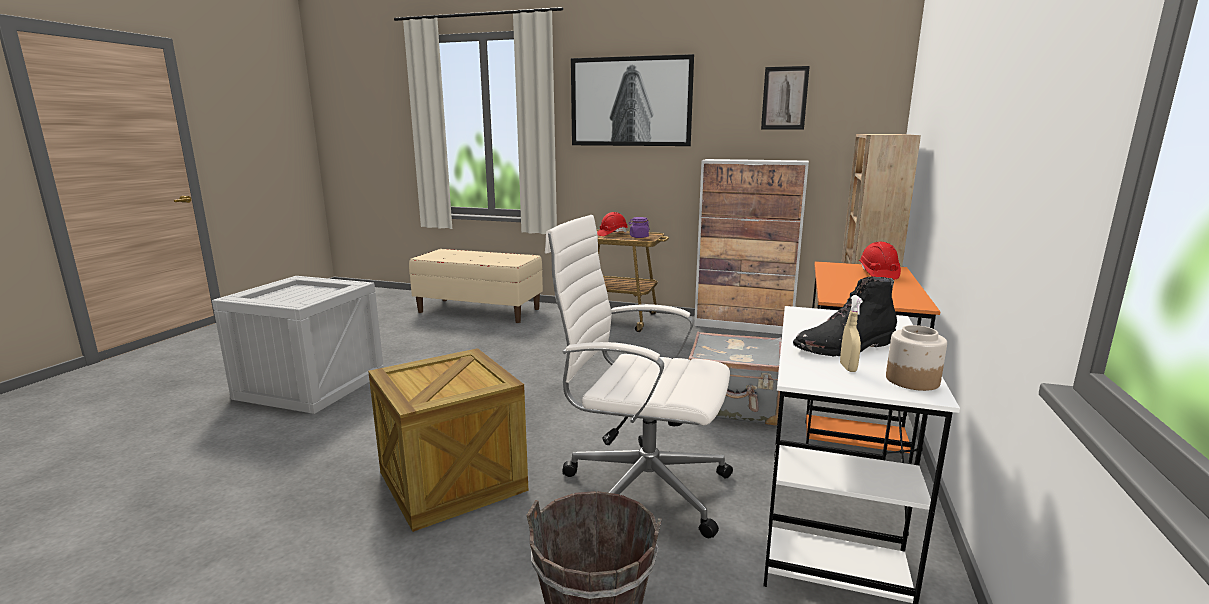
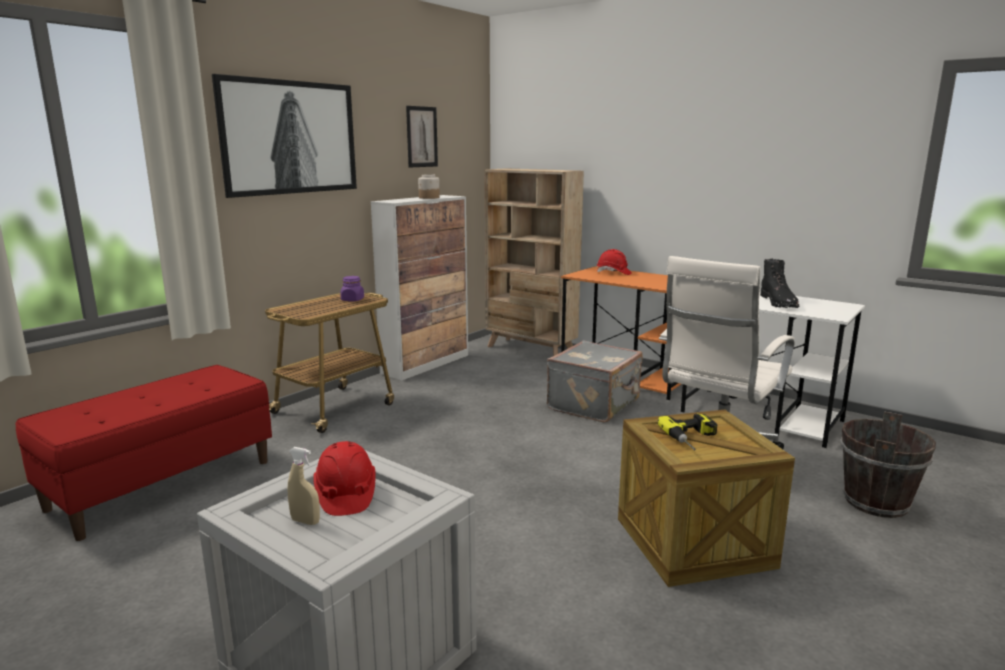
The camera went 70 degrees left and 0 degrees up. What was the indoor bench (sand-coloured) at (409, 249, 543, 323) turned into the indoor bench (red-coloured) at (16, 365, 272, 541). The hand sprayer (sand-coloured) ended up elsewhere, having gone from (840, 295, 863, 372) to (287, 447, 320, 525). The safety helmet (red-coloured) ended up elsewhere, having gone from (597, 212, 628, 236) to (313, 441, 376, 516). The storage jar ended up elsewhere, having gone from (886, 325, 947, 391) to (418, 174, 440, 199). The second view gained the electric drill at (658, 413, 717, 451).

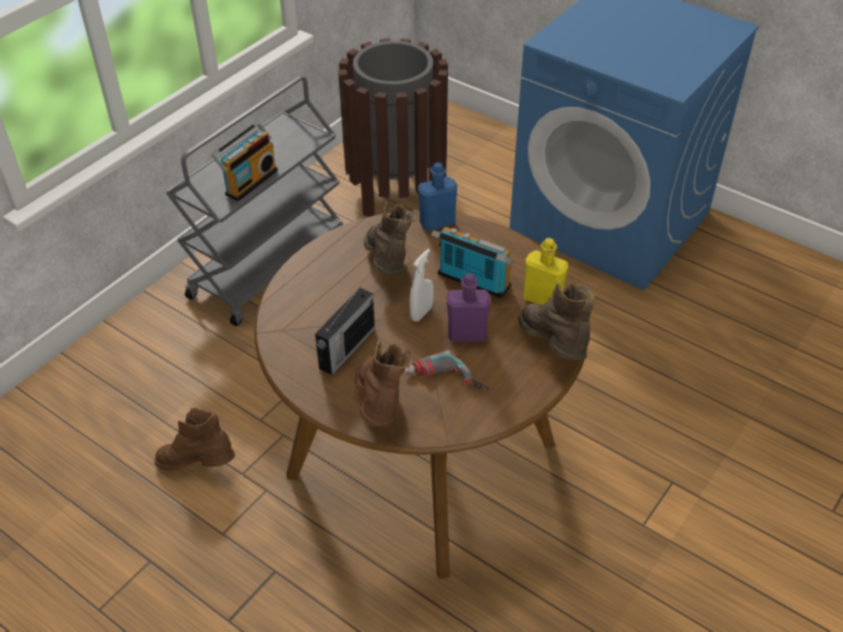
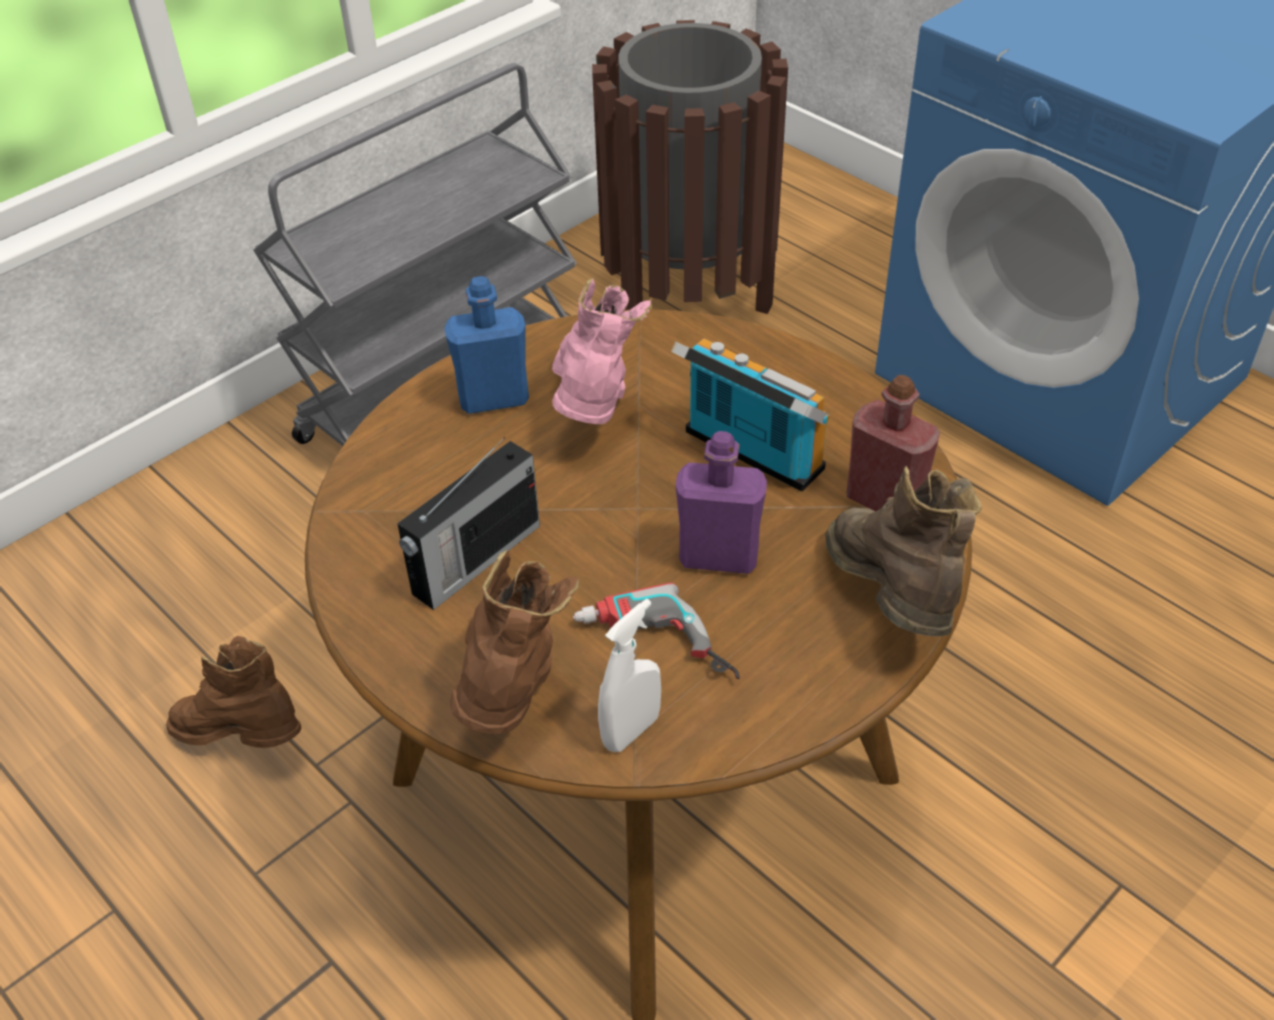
The camera went 10 degrees right and 0 degrees up. The bottle (blue-coloured) ended up elsewhere, having gone from (418, 162, 457, 231) to (444, 276, 529, 414). What was the high-top boot (brown-coloured) at (364, 202, 418, 275) turned into the high-top boot (pink-coloured) at (552, 278, 652, 424). The hand sprayer (white-coloured) ended up elsewhere, having gone from (409, 249, 434, 322) to (598, 599, 661, 752). What was the bottle (yellow-coloured) at (523, 238, 568, 305) turned into the bottle (red-coloured) at (847, 375, 940, 511). The second view lost the radio at (212, 121, 278, 201).

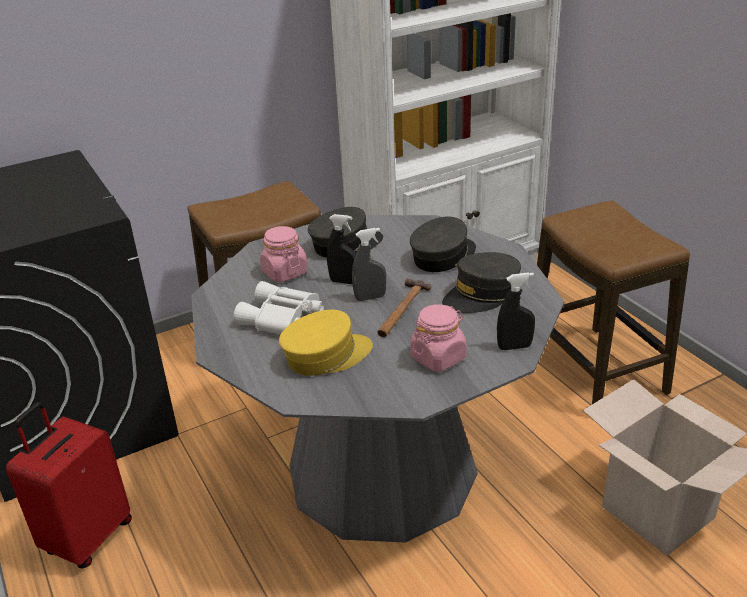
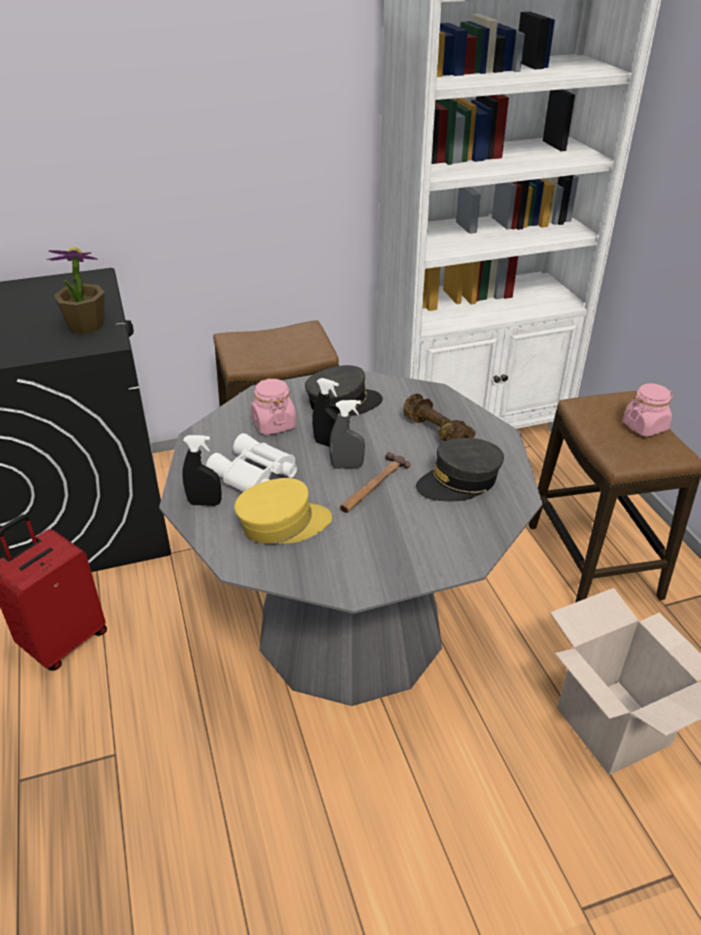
The camera went 10 degrees right and 5 degrees up. The second view gained the potted plant at (46, 247, 105, 334). The hand sprayer (black) ended up elsewhere, having gone from (497, 272, 535, 350) to (182, 435, 222, 506). Where the peaked cap (grey) stood at (410, 216, 476, 272), the dumbbell (brown-coloured) came to stand at (403, 394, 476, 441). The storage jar (pink-coloured) ended up elsewhere, having gone from (410, 304, 466, 372) to (623, 384, 673, 437).

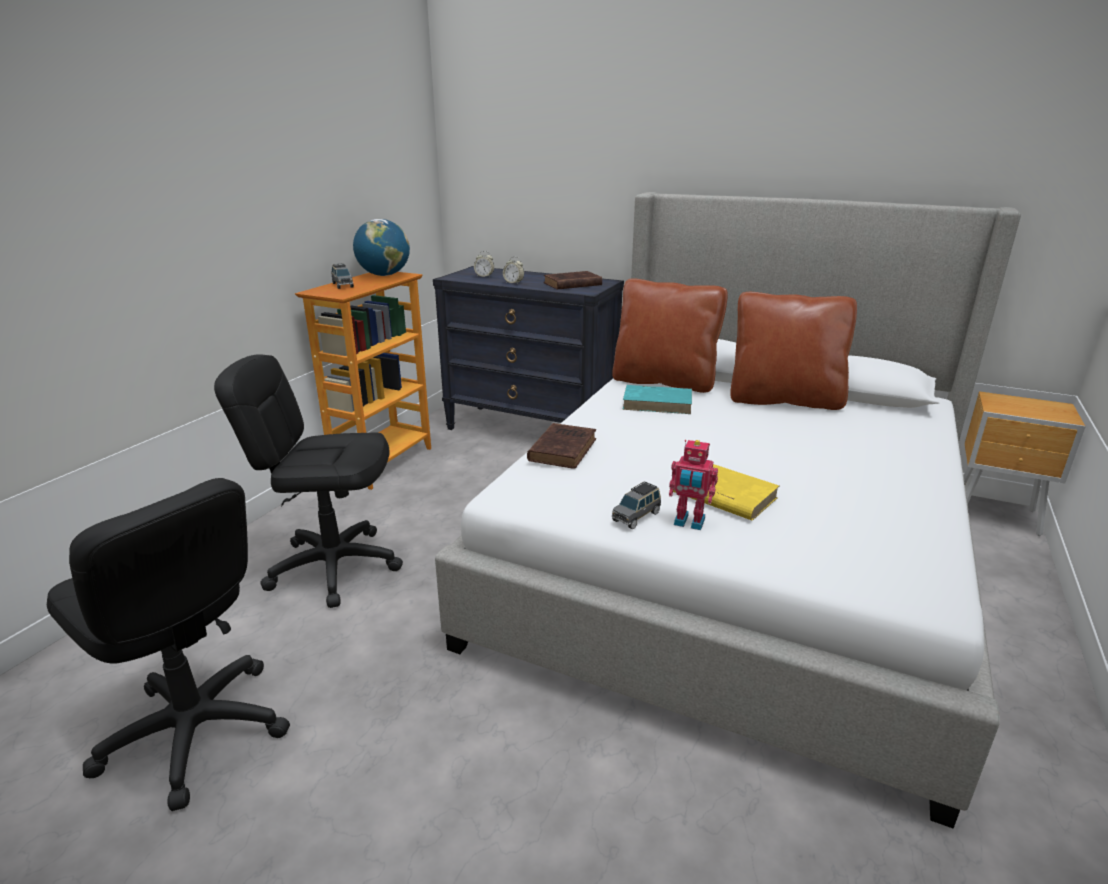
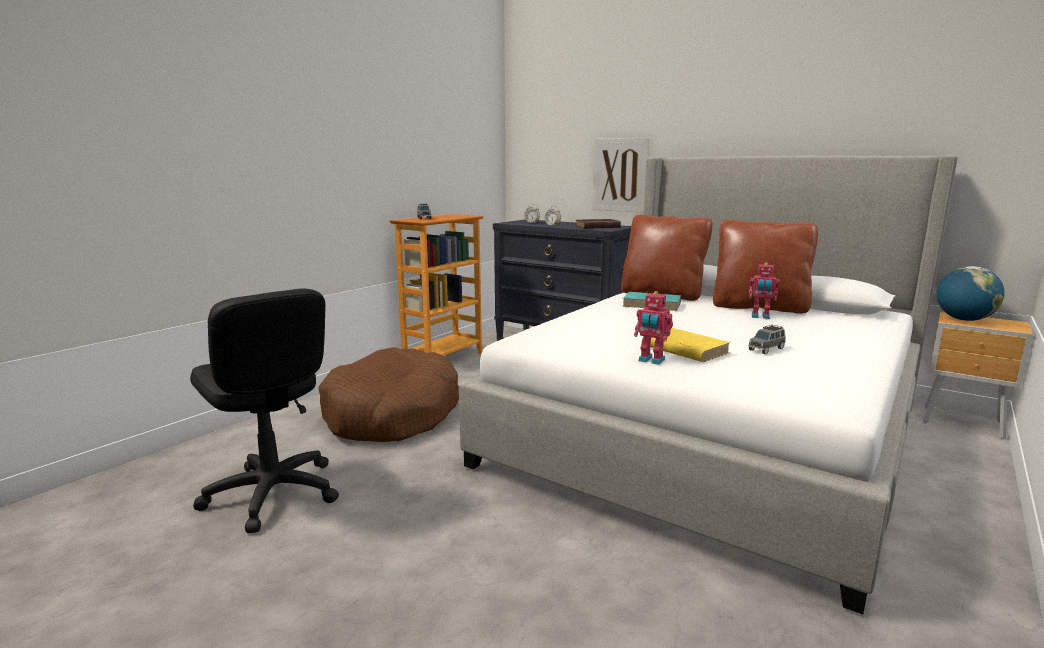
The camera went 10 degrees right and 10 degrees down. Where the office chair (black) stood at (214, 354, 403, 608), the dog bed (brown-coloured) came to stand at (318, 347, 459, 442). The second view gained the wall picture at (592, 138, 650, 213). The model car (grey) ended up elsewhere, having gone from (612, 481, 661, 529) to (748, 325, 785, 354). The second view gained the model robot at (749, 263, 779, 319). The world globe ended up elsewhere, having gone from (353, 219, 410, 276) to (936, 266, 1005, 321). The second view lost the bound book (brown-coloured) at (527, 423, 596, 469).

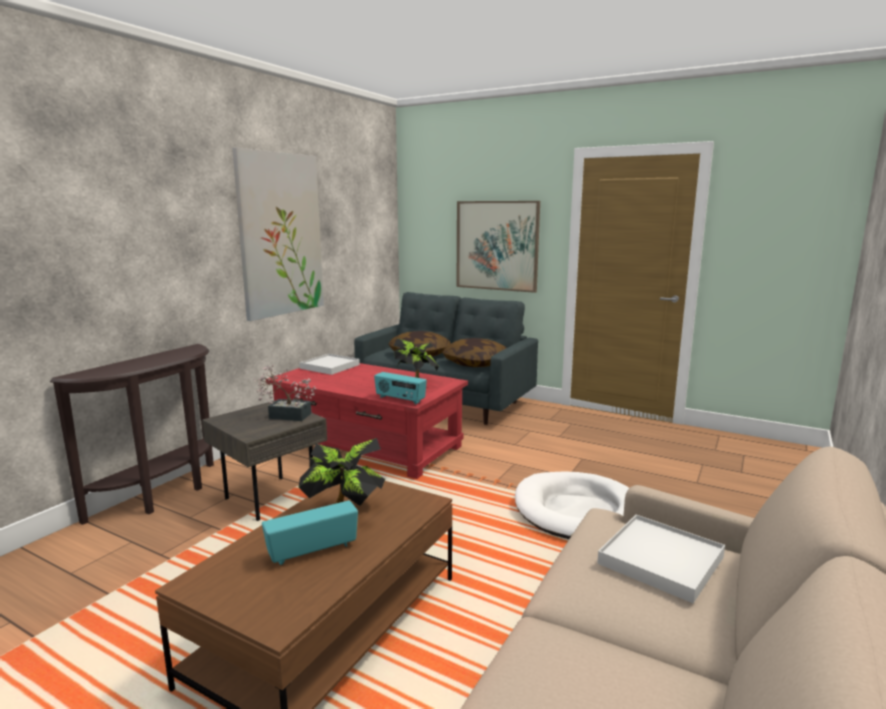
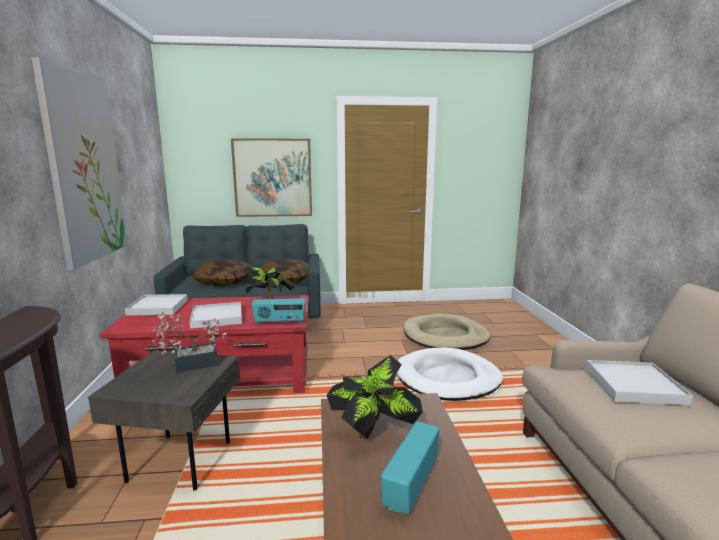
The camera went 35 degrees left and 0 degrees up. The second view gained the serving tray (white-coloured) at (189, 302, 242, 329). The second view gained the dog bed (sand-coloured) at (403, 314, 490, 350).

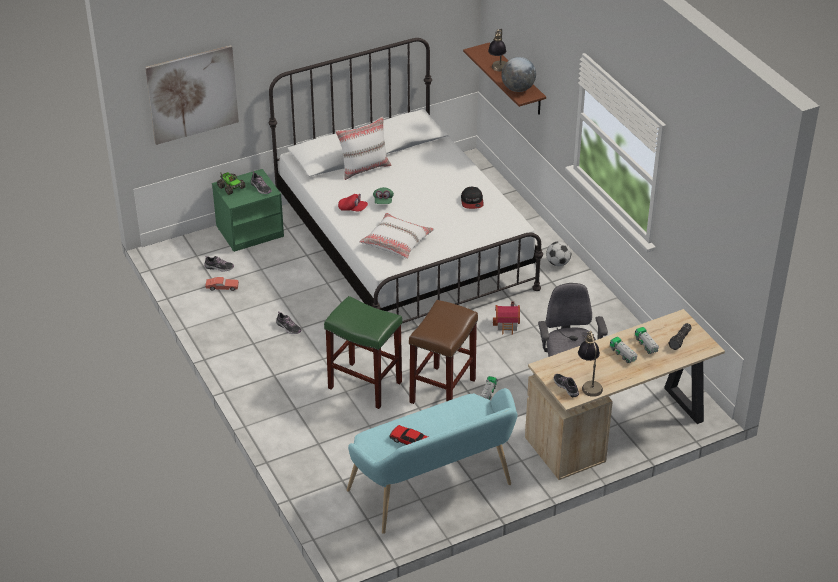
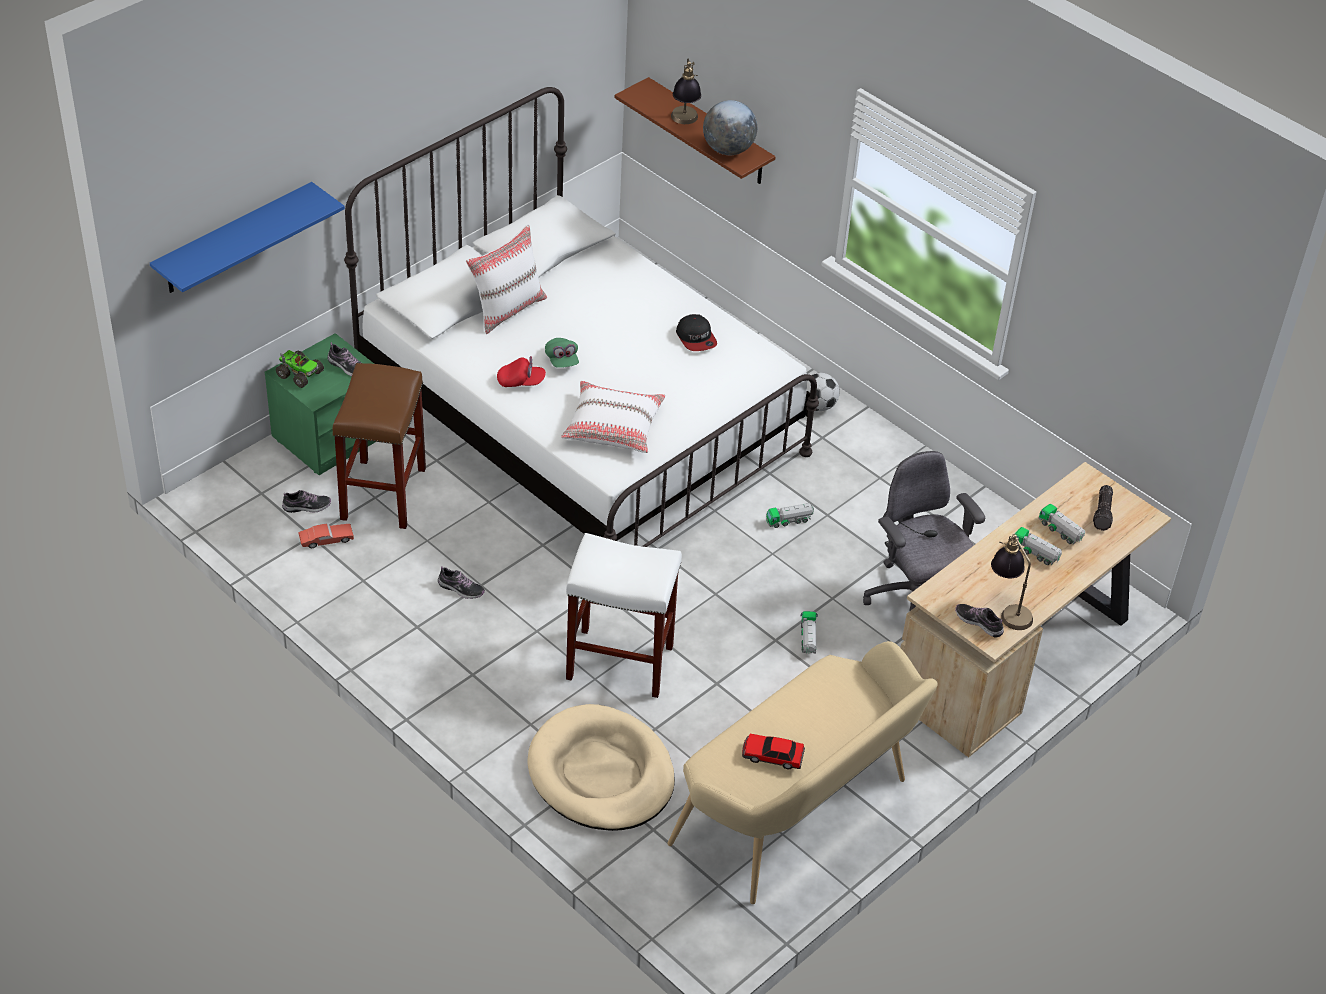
The camera went 20 degrees left and 5 degrees up. Where the wall picture hung at (145, 45, 239, 145), the shelf (blue-coloured) came to hang at (150, 182, 345, 293). The sitting stool (brown-coloured) ended up elsewhere, having gone from (409, 300, 478, 404) to (332, 363, 426, 529). The second view gained the dog bed (sand-coloured) at (527, 704, 675, 831). What was the sitting stool (greenish) at (324, 296, 402, 409) turned into the sitting stool (white-coloured) at (566, 533, 682, 698). What was the indoor bench (turquoise-coloured) at (347, 388, 518, 534) turned into the indoor bench (sand-coloured) at (667, 641, 938, 904). Where the toy house stood at (493, 301, 520, 335), the model truck came to stand at (766, 503, 814, 528).

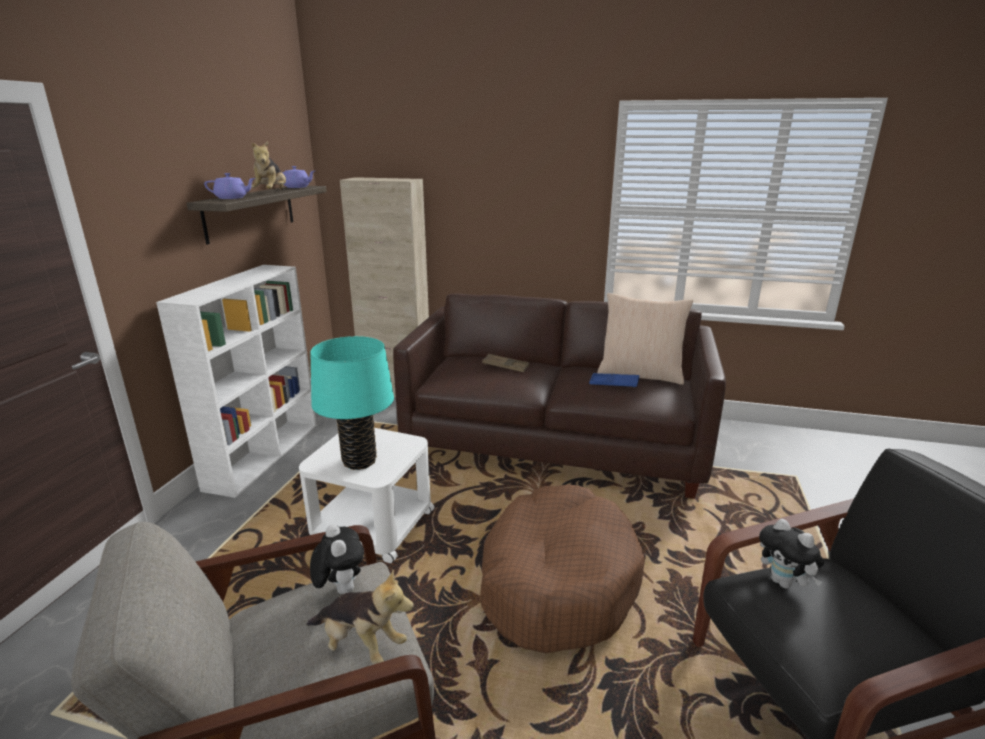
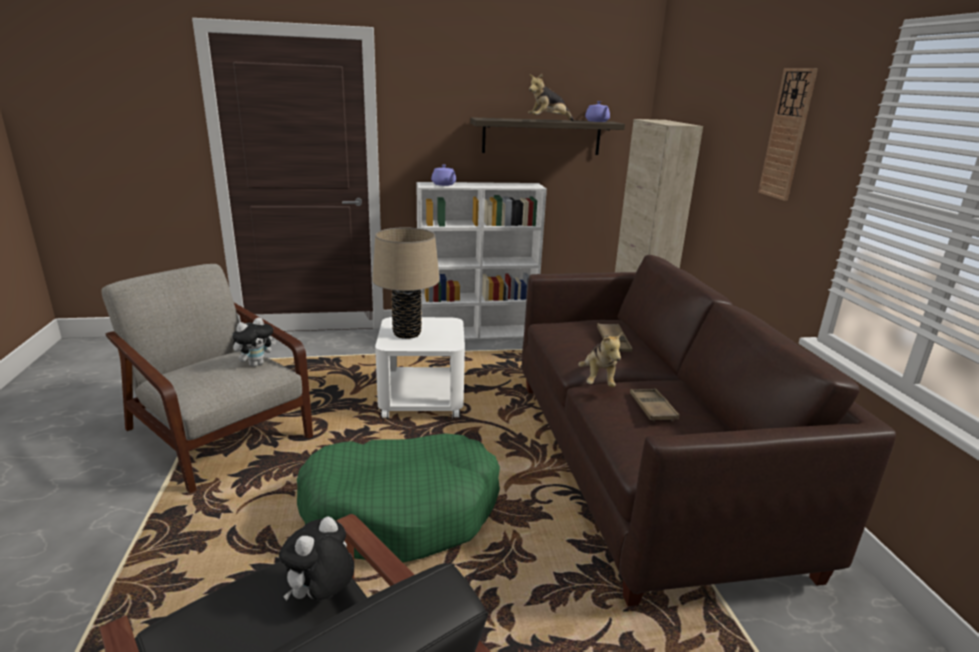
The camera went 65 degrees right and 0 degrees up. What was the dog bed (brown-coloured) at (480, 484, 645, 653) turned into the dog bed (greenish) at (297, 433, 500, 563). What was the table lamp (turquoise-coloured) at (310, 336, 394, 470) turned into the table lamp (sand-coloured) at (372, 227, 440, 339). The pot for tea (purple) ended up elsewhere, having gone from (204, 173, 255, 199) to (431, 165, 456, 186). The soft toy ended up elsewhere, having gone from (306, 569, 414, 664) to (579, 331, 623, 387). What was the serving tray (blue-coloured) at (589, 373, 639, 387) turned into the serving tray (brown-coloured) at (630, 388, 679, 422). The second view gained the clock on the wall at (758, 68, 818, 201). The second view lost the pillow (sand-coloured) at (597, 293, 693, 385).

